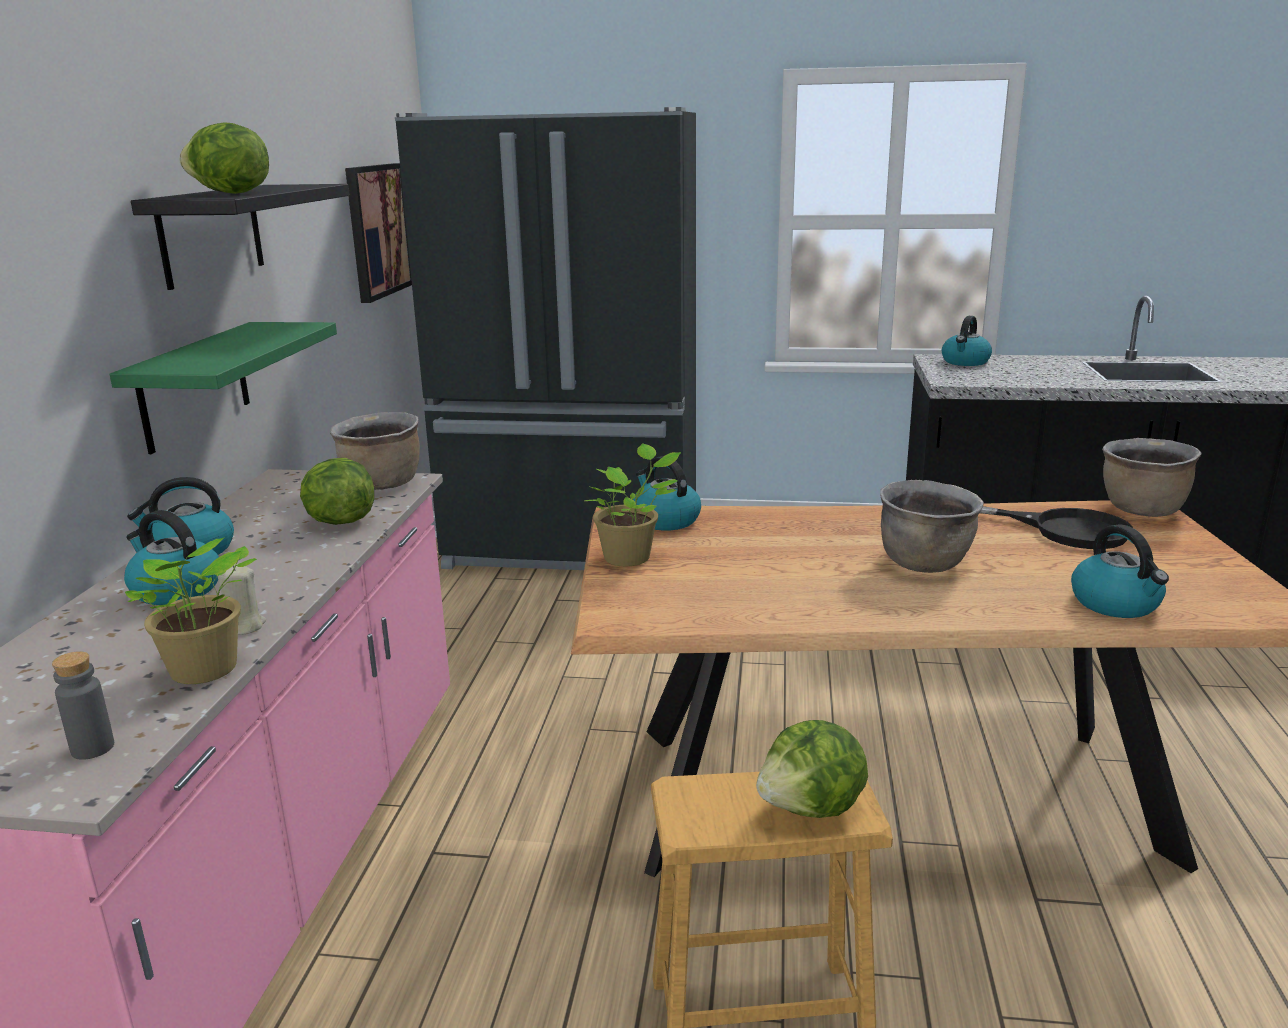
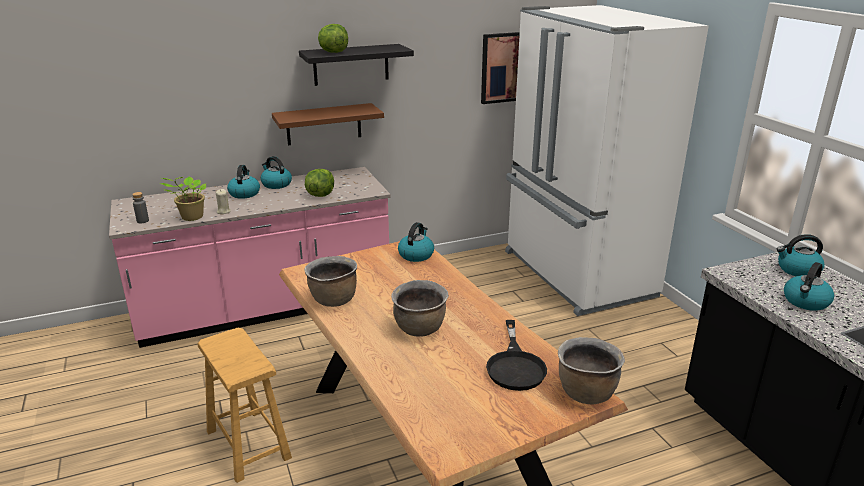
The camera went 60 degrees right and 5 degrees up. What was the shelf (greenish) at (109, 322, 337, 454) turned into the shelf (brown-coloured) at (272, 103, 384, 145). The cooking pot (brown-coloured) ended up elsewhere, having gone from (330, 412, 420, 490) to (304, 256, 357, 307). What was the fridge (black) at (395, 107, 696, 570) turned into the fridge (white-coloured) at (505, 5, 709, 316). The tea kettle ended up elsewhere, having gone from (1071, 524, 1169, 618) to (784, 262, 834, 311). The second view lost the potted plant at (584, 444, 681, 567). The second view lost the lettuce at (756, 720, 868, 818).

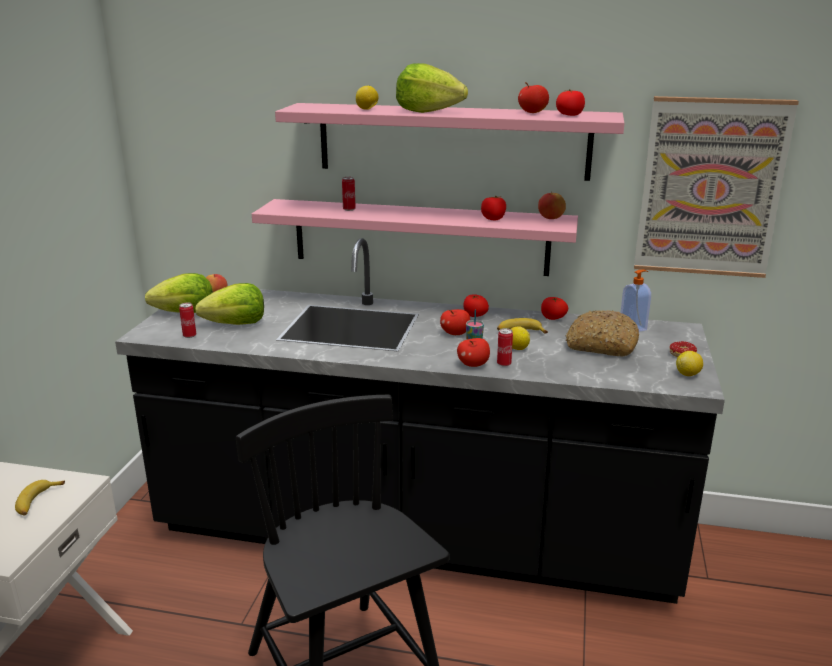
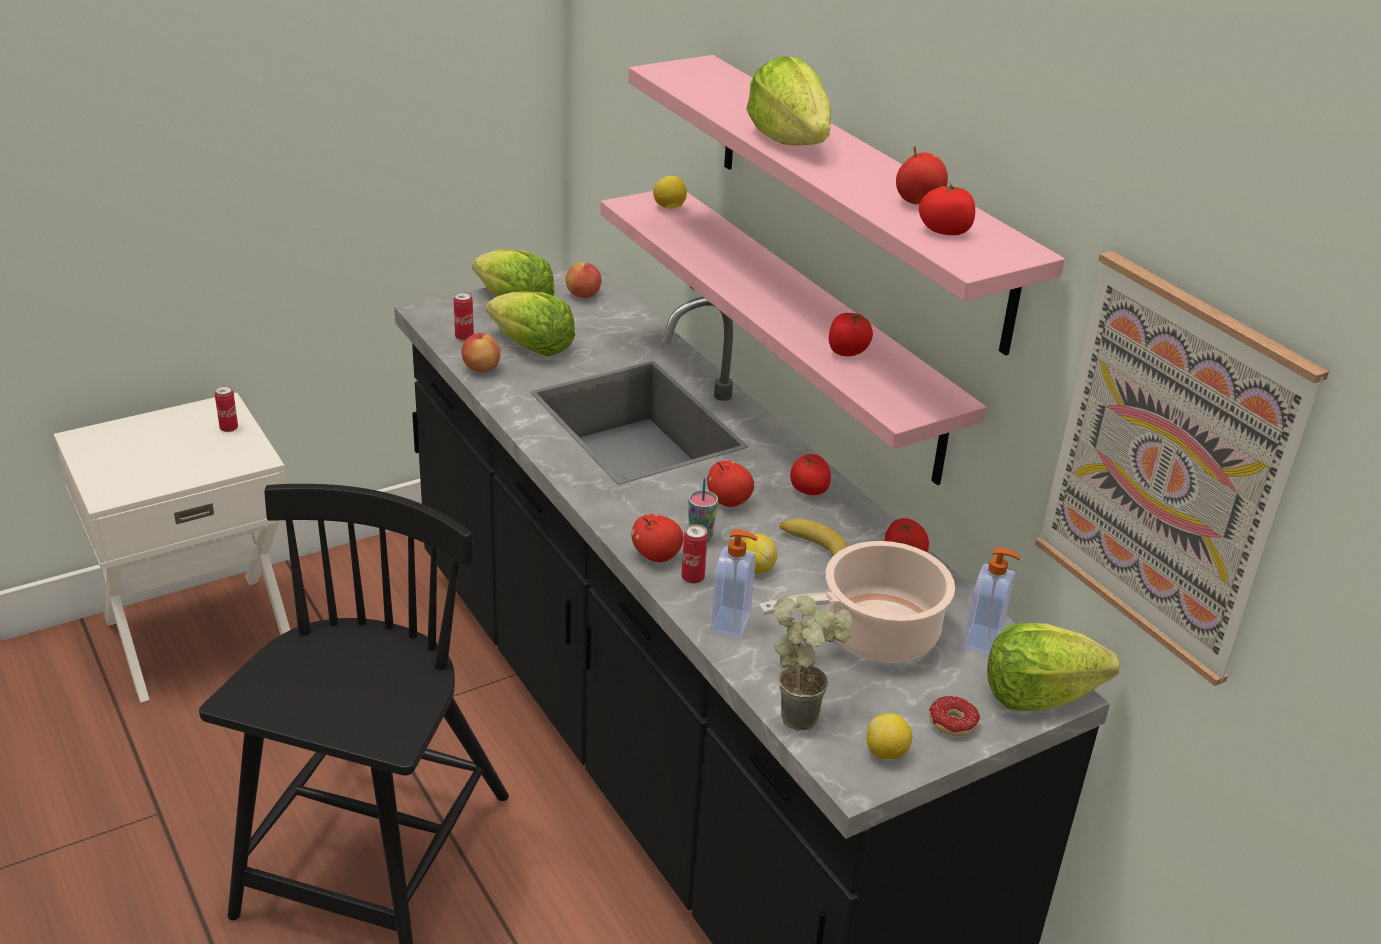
The camera went 45 degrees right and 10 degrees up. The sealed can ended up elsewhere, having gone from (342, 177, 356, 211) to (215, 385, 238, 432). The whole apple ended up elsewhere, having gone from (538, 192, 566, 219) to (461, 333, 501, 372). The citrus fruit ended up elsewhere, having gone from (356, 86, 378, 110) to (653, 176, 687, 209). The second view gained the soap bottle at (711, 529, 758, 639). Where the baked bread stood at (566, 310, 639, 356), the cooking pot came to stand at (758, 541, 955, 663). The second view gained the potted plant at (773, 595, 852, 731). The second view gained the lettuce at (987, 623, 1120, 711). The second view lost the whole banana at (15, 480, 65, 516).

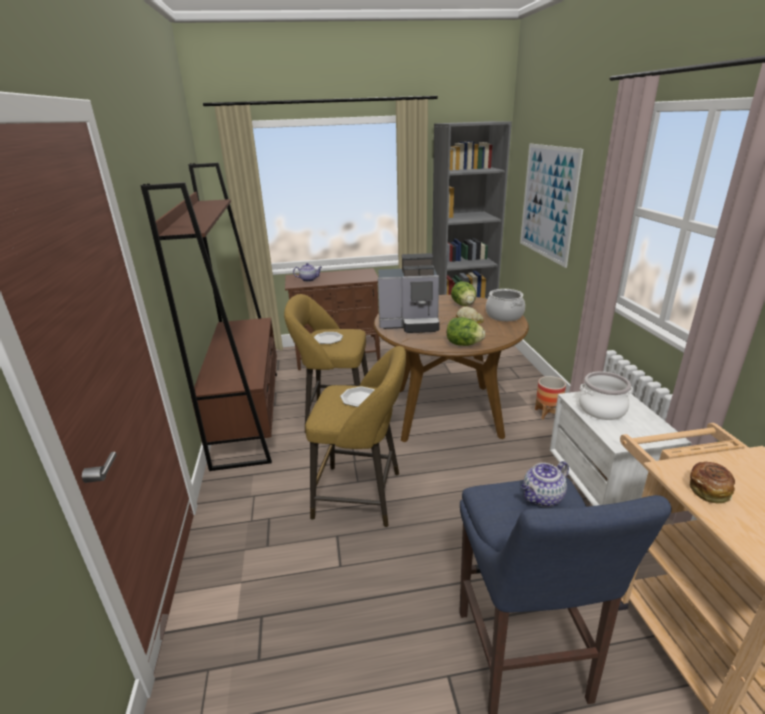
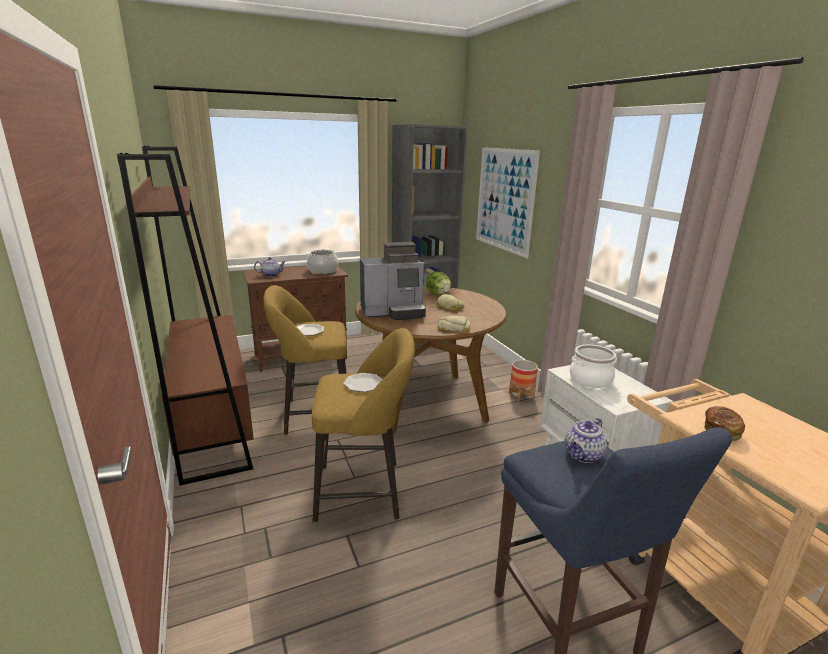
The camera went 15 degrees left and 5 degrees down. The cooking pot ended up elsewhere, having gone from (486, 289, 525, 321) to (307, 249, 338, 274). Where the lettuce stood at (447, 317, 485, 346), the baked bread came to stand at (438, 316, 471, 332).

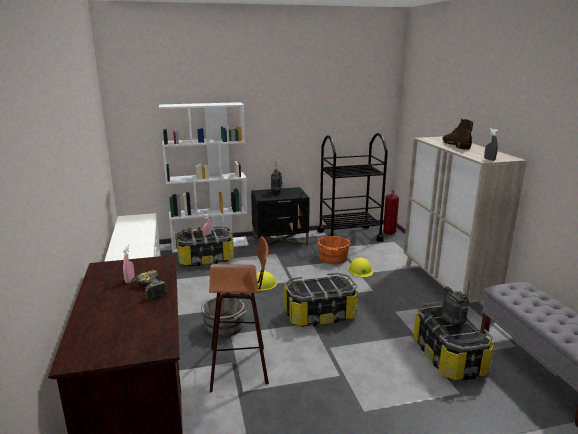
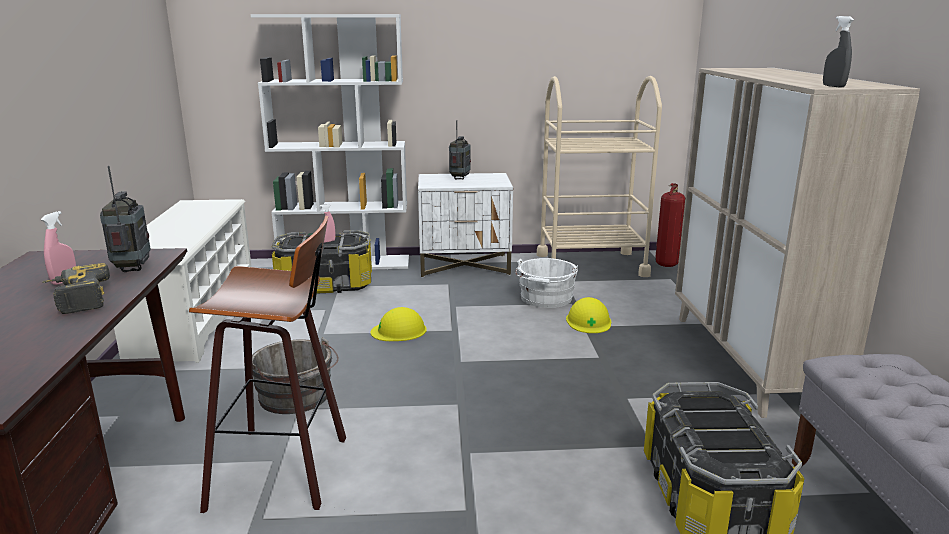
The camera went 10 degrees right and 0 degrees up. The radio ended up elsewhere, having gone from (441, 281, 470, 327) to (100, 166, 151, 272). What was the bedside table (black) at (251, 187, 310, 246) turned into the bedside table (white-coloured) at (418, 173, 513, 277). What was the bucket (orange-coloured) at (317, 236, 351, 264) turned into the bucket (white-coloured) at (515, 258, 578, 308). What was the cart (black) at (317, 133, 388, 242) turned into the cart (sand-coloured) at (537, 76, 662, 277). The second view lost the storage box at (284, 272, 358, 327). The second view lost the high-top boot (brown-coloured) at (442, 119, 473, 150).

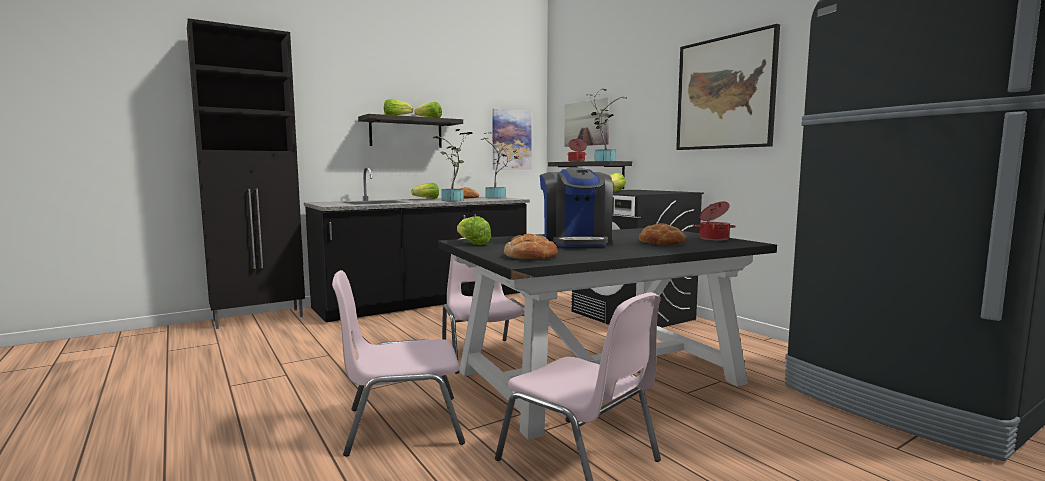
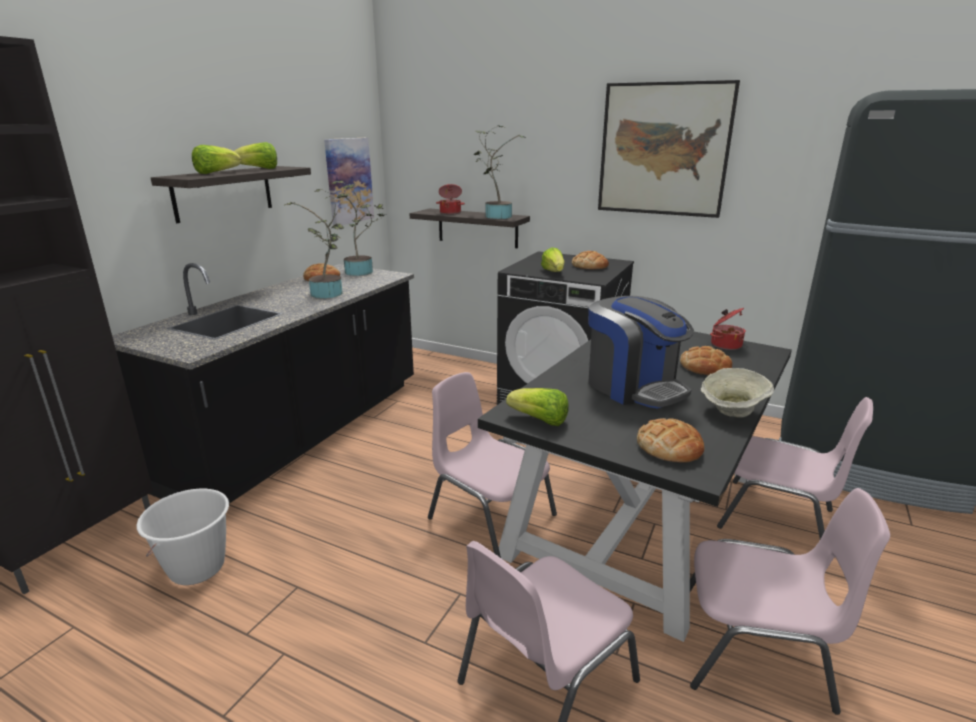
The camera went 30 degrees left and 15 degrees up. The second view gained the bucket (white-coloured) at (137, 489, 229, 585). The second view gained the baked bread at (572, 251, 609, 269). The second view gained the serving bowl (sand-coloured) at (701, 368, 774, 418). The second view gained the chair (pink-coloured) at (717, 397, 873, 539). The second view lost the lettuce at (411, 183, 439, 199). The second view lost the wall picture at (564, 97, 609, 147).

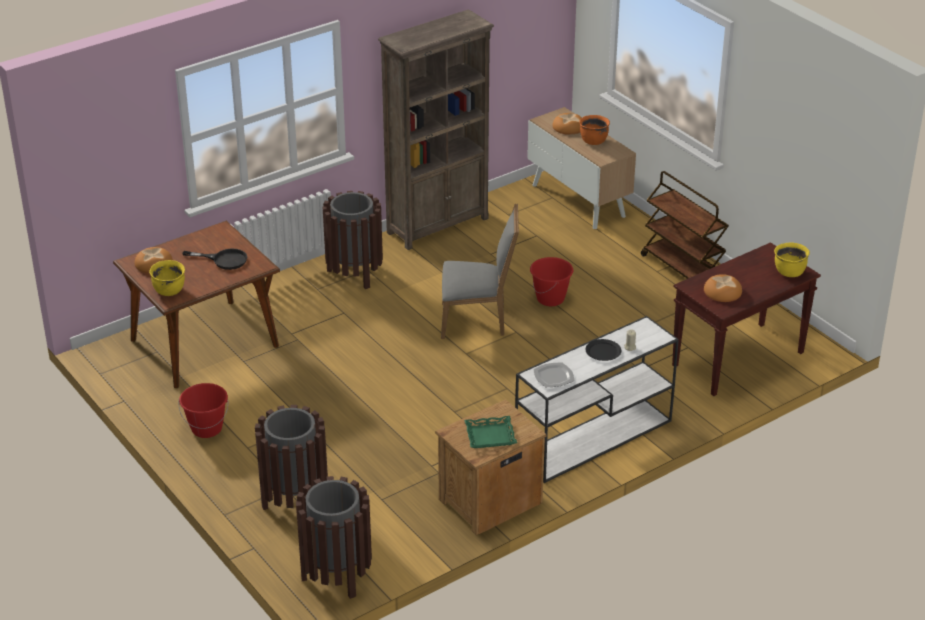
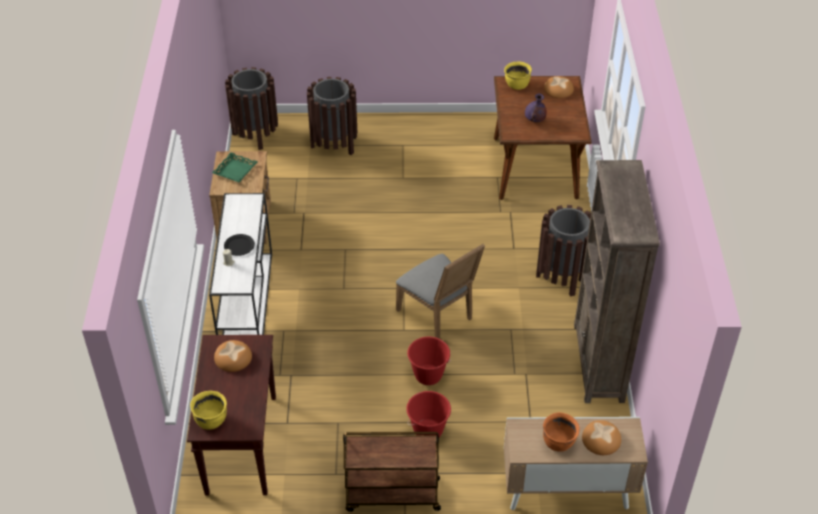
The camera went 125 degrees right and 10 degrees up. The chair (grey) at (441, 204, 519, 339) ended up facing another way, 75 degrees counterclockwise from before. The bucket (red-coloured) ended up elsewhere, having gone from (179, 383, 228, 438) to (406, 391, 451, 437). Where the skillet (black) stood at (182, 249, 247, 270), the vase (purple) came to stand at (525, 93, 547, 122). The second view lost the flat dish at (534, 362, 574, 387).

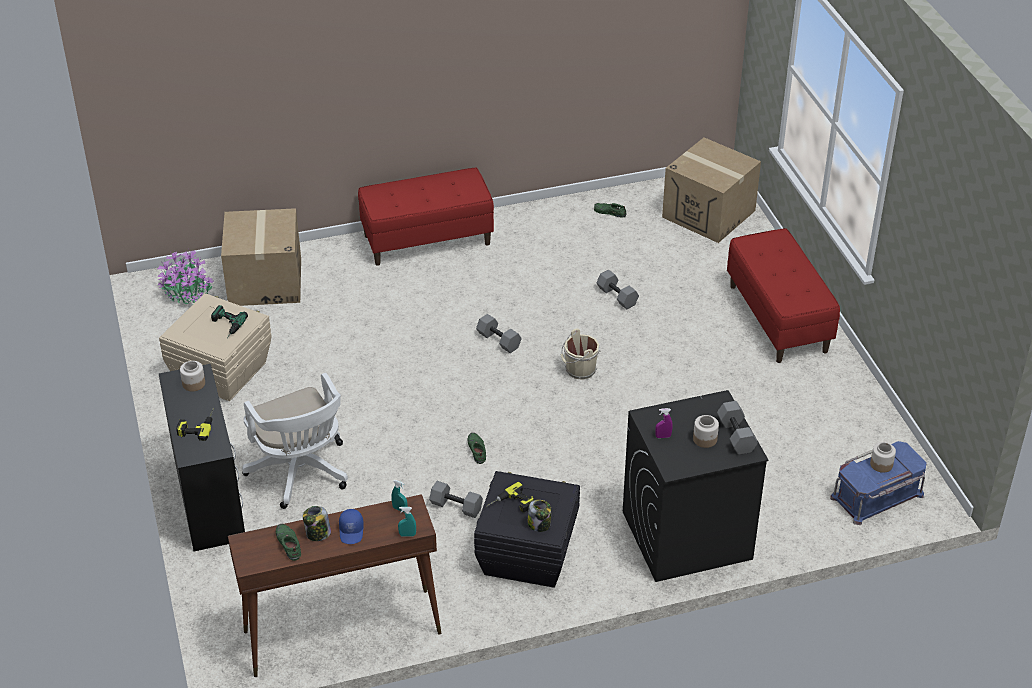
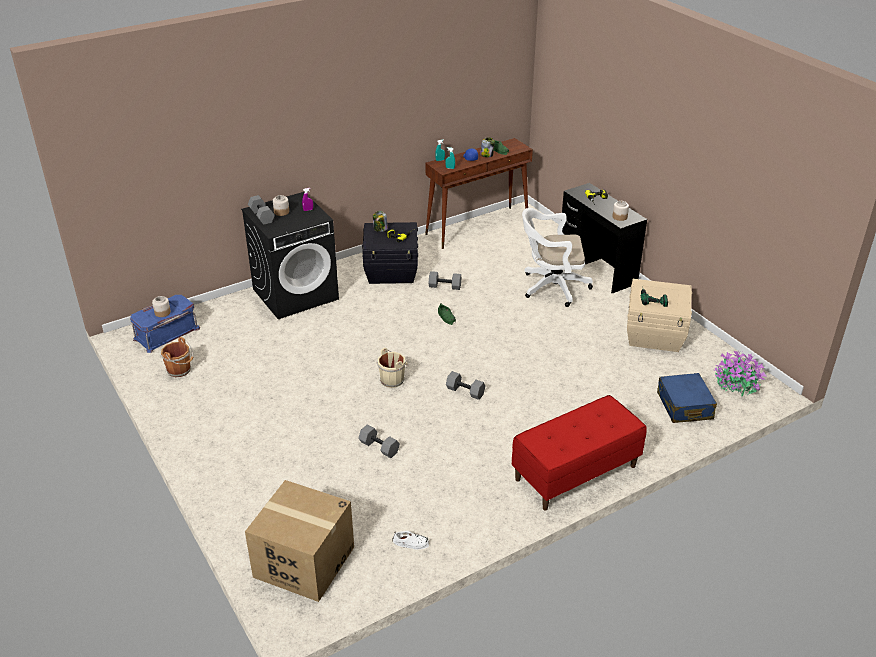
The camera went 165 degrees right and 5 degrees down. The second view gained the bucket (brown-coloured) at (161, 337, 193, 377). What was the low shoe (greenish) at (594, 203, 627, 217) turned into the low shoe (white-coloured) at (392, 531, 429, 549). The office chair (white-coloured) at (242, 373, 348, 509) ended up facing another way, 45 degrees counterclockwise from before. Where the packing box stood at (221, 208, 301, 306), the travel case (blue-coloured) came to stand at (657, 373, 717, 423). The second view lost the indoor bench (red-coloured) at (727, 228, 840, 363).

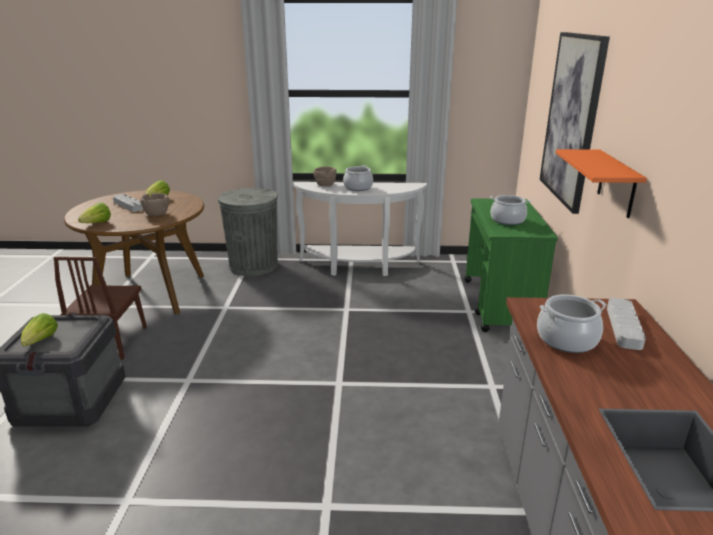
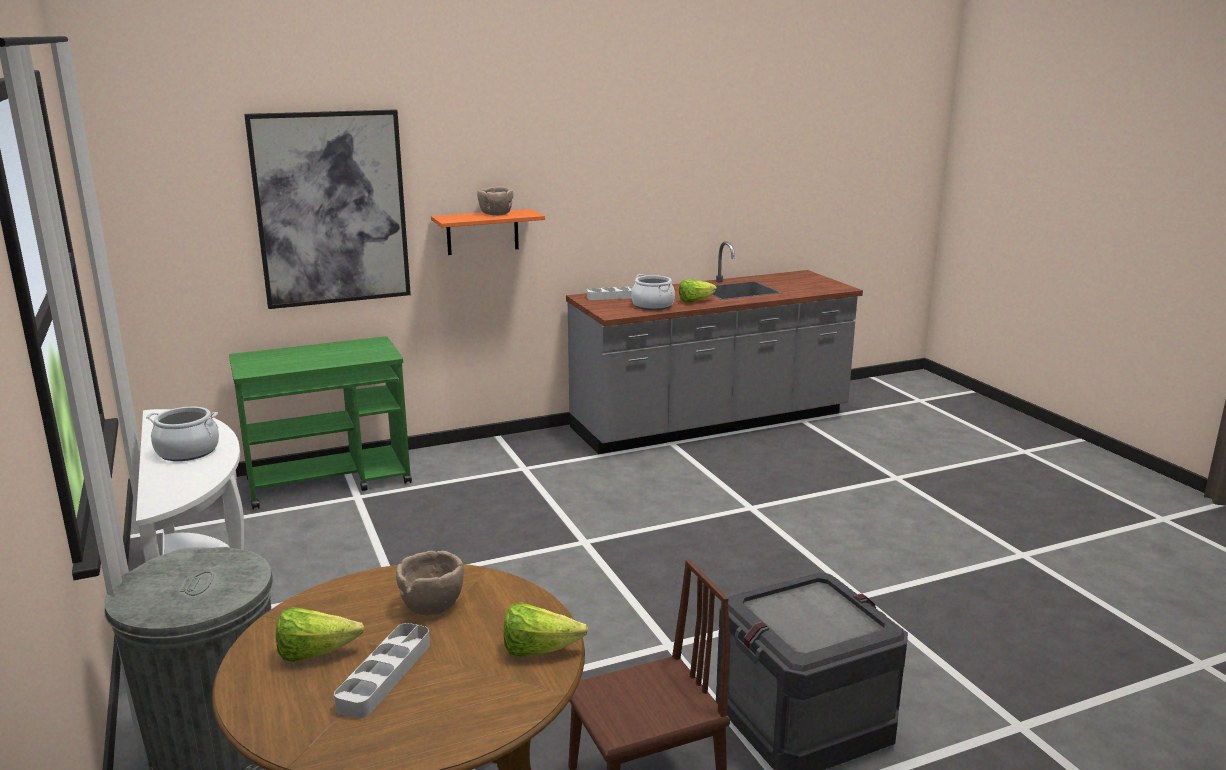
The camera went 115 degrees left and 5 degrees down. The serving bowl (brown-coloured) ended up elsewhere, having gone from (314, 166, 337, 186) to (477, 187, 513, 215). The lettuce ended up elsewhere, having gone from (21, 313, 58, 346) to (679, 279, 717, 303). The second view lost the cooking pot at (490, 195, 531, 225).

